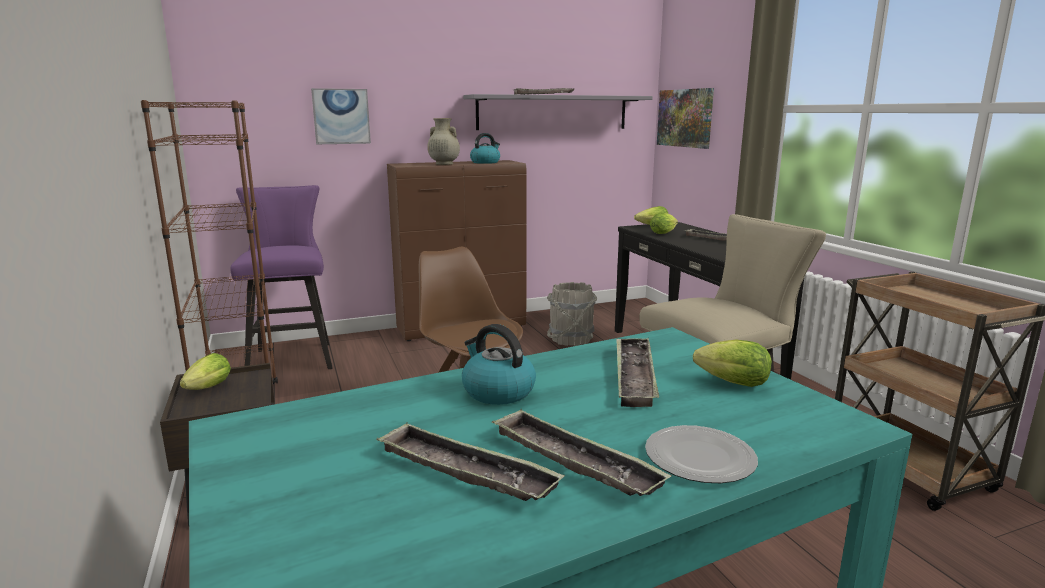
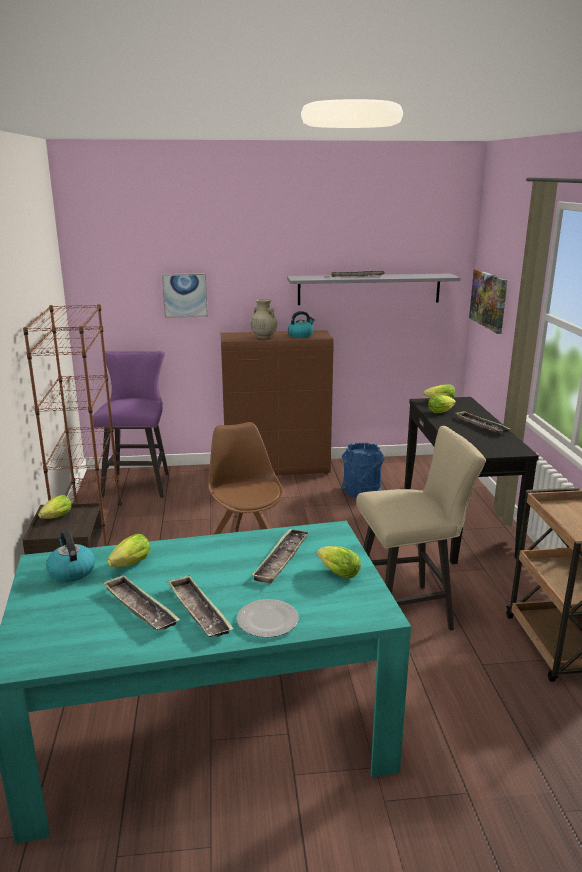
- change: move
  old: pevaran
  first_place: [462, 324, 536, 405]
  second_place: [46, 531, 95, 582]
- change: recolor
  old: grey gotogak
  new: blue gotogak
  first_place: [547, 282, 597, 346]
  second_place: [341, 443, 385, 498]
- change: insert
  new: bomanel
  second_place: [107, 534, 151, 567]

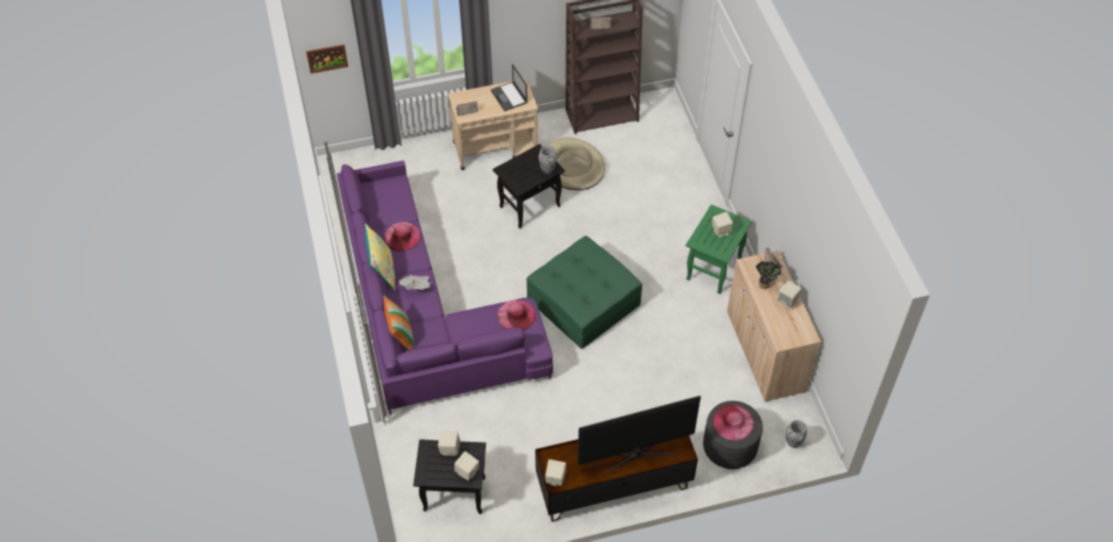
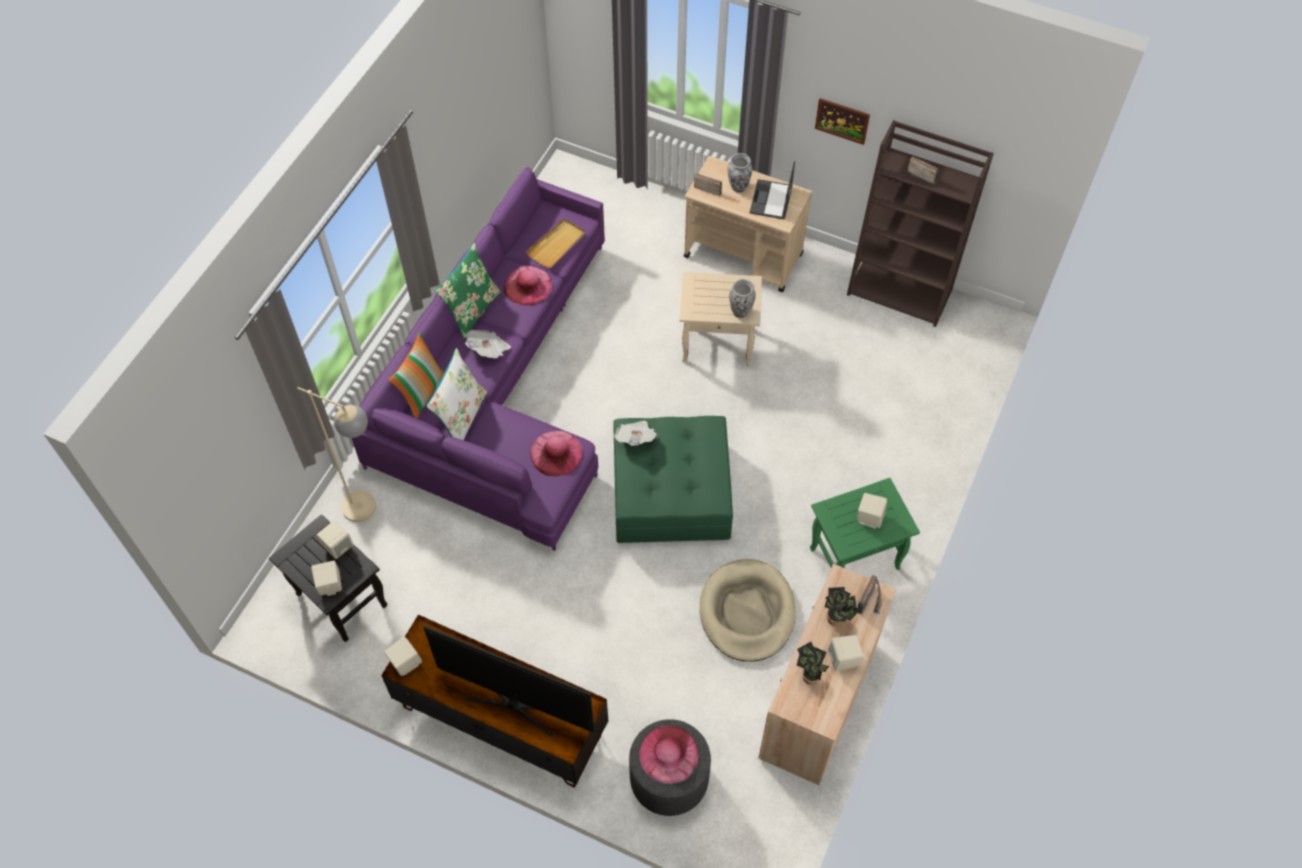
- change: move
  old: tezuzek
  first_place: [306, 45, 348, 74]
  second_place: [815, 98, 870, 145]
- change: recolor
  old: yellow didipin
  new: green didipin
  first_place: [365, 223, 395, 291]
  second_place: [435, 243, 501, 339]
- change: recolor
  old: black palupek
  new: beige palupek
  first_place: [493, 144, 565, 229]
  second_place: [679, 272, 762, 367]
- change: move
  old: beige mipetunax
  first_place: [547, 137, 605, 190]
  second_place: [700, 559, 796, 662]
- change: move
  old: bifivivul
  first_place: [786, 420, 807, 448]
  second_place: [727, 153, 752, 193]
- change: insert
  new: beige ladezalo
  second_place: [297, 387, 376, 522]
- change: insert
  new: white didipin
  second_place: [426, 348, 487, 440]
- change: insert
  new: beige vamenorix
  second_place: [526, 219, 585, 268]
- change: insert
  new: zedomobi
  second_place: [614, 421, 657, 446]
- change: insert
  new: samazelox
  second_place: [797, 642, 829, 685]

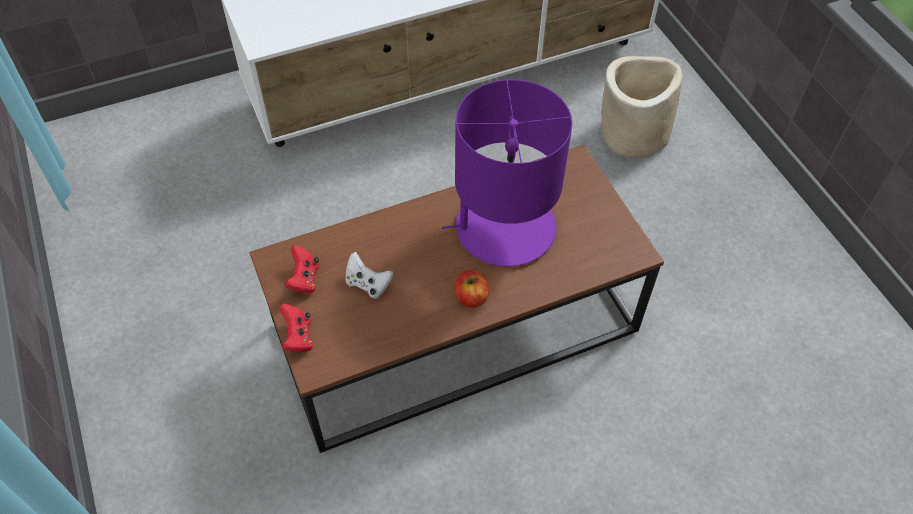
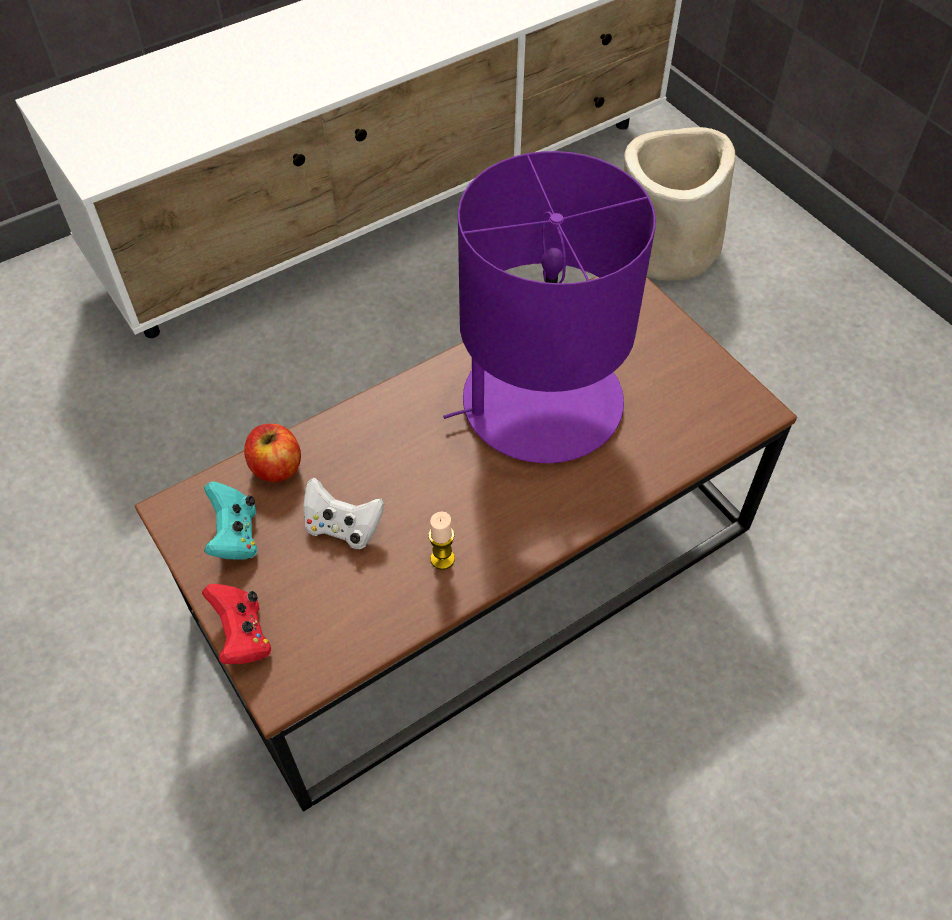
- change: recolor
  old: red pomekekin
  new: turquoise pomekekin
  first_place: [284, 245, 319, 294]
  second_place: [204, 482, 257, 560]
- change: move
  old: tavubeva
  first_place: [455, 270, 489, 308]
  second_place: [244, 424, 301, 482]
- change: insert
  new: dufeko
  second_place: [428, 511, 455, 570]

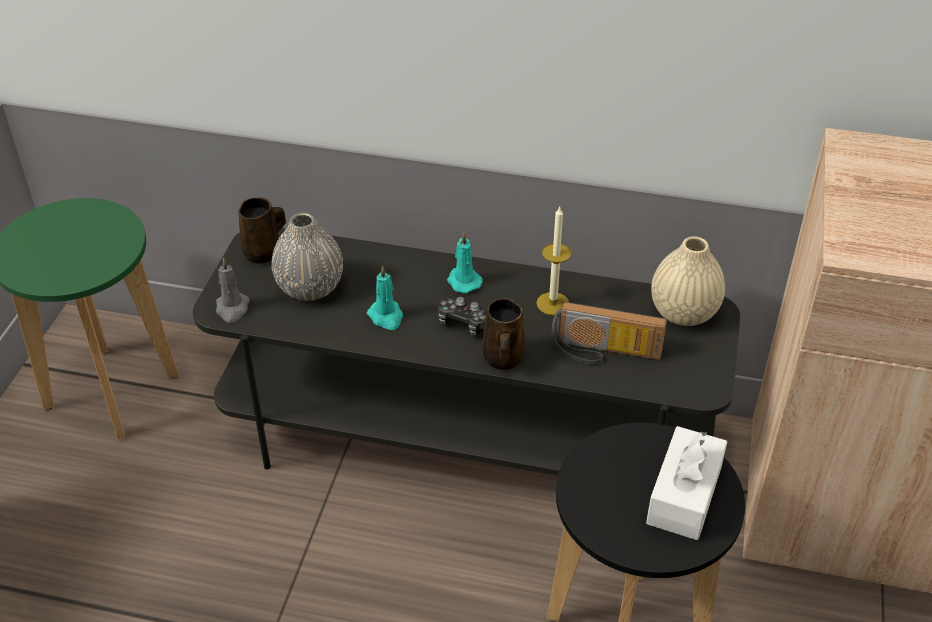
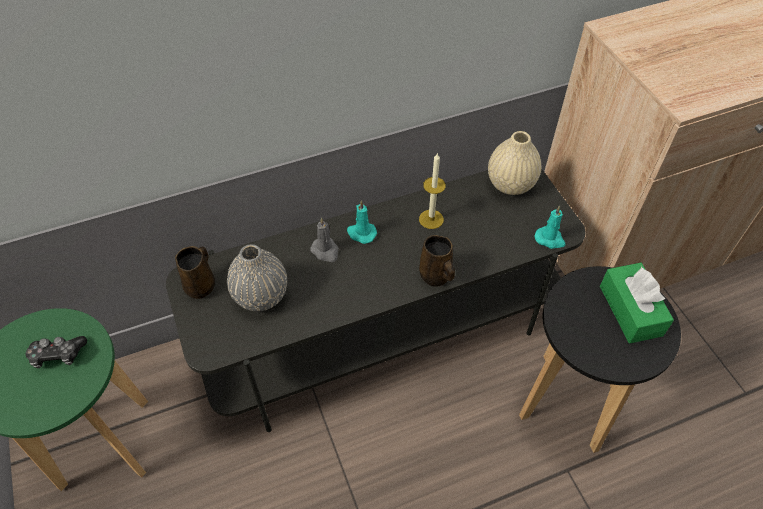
- change: move
  old: grey dufeko
  first_place: [216, 257, 250, 323]
  second_place: [310, 218, 339, 262]
- change: move
  old: turquoise dufeko
  first_place: [367, 265, 403, 330]
  second_place: [535, 206, 565, 249]
- change: move
  old: pomekekin
  first_place: [438, 297, 487, 336]
  second_place: [26, 336, 87, 368]
- change: delete
  old: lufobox
  first_place: [552, 302, 667, 365]
- change: recolor
  old: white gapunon
  new: green gapunon
  first_place: [646, 426, 727, 540]
  second_place: [600, 263, 674, 343]

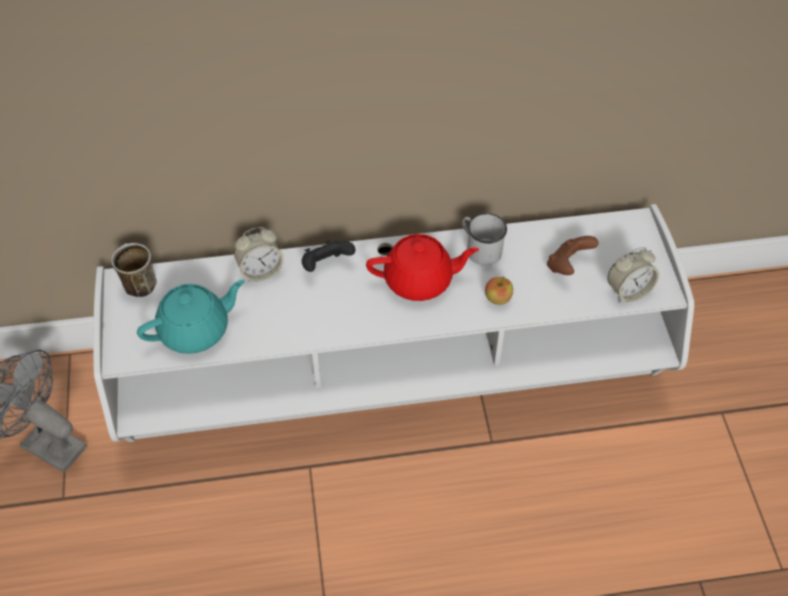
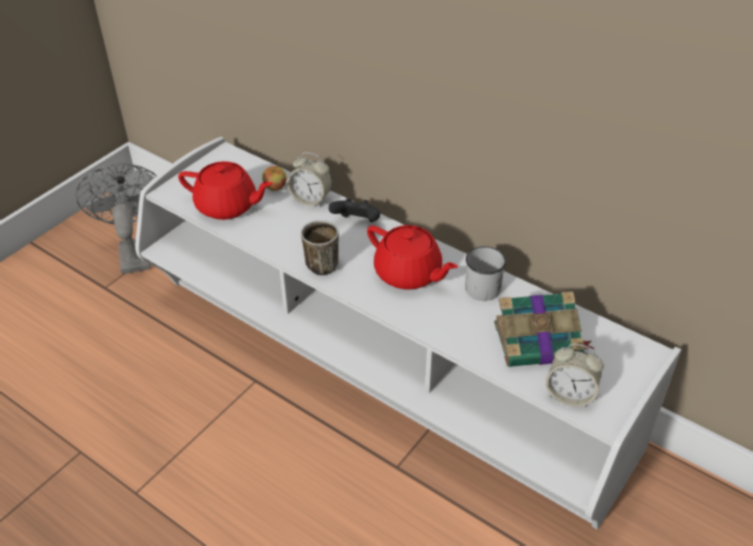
- change: move
  old: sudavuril
  first_place: [111, 243, 157, 297]
  second_place: [301, 220, 339, 275]
- change: recolor
  old: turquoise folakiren
  new: red folakiren
  first_place: [137, 280, 245, 354]
  second_place: [178, 161, 273, 220]
- change: move
  old: tavubeva
  first_place: [485, 277, 513, 305]
  second_place: [262, 165, 287, 191]
- change: replace
  old: brown pomekekin
  new: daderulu
  first_place: [547, 236, 599, 275]
  second_place: [494, 291, 595, 367]

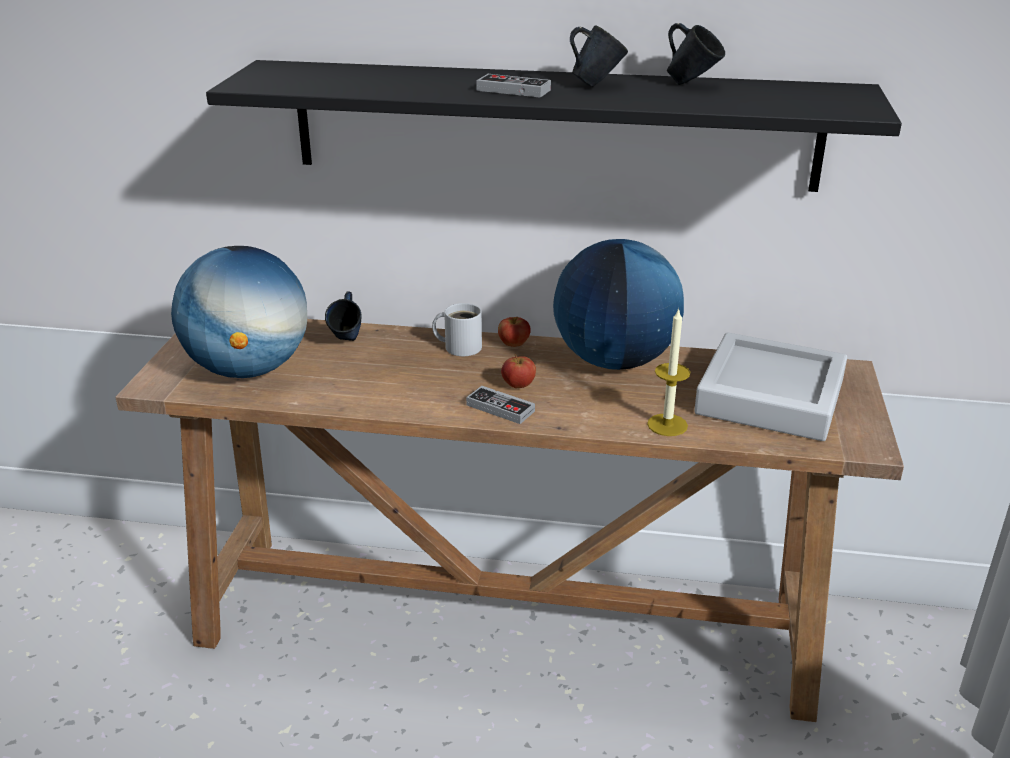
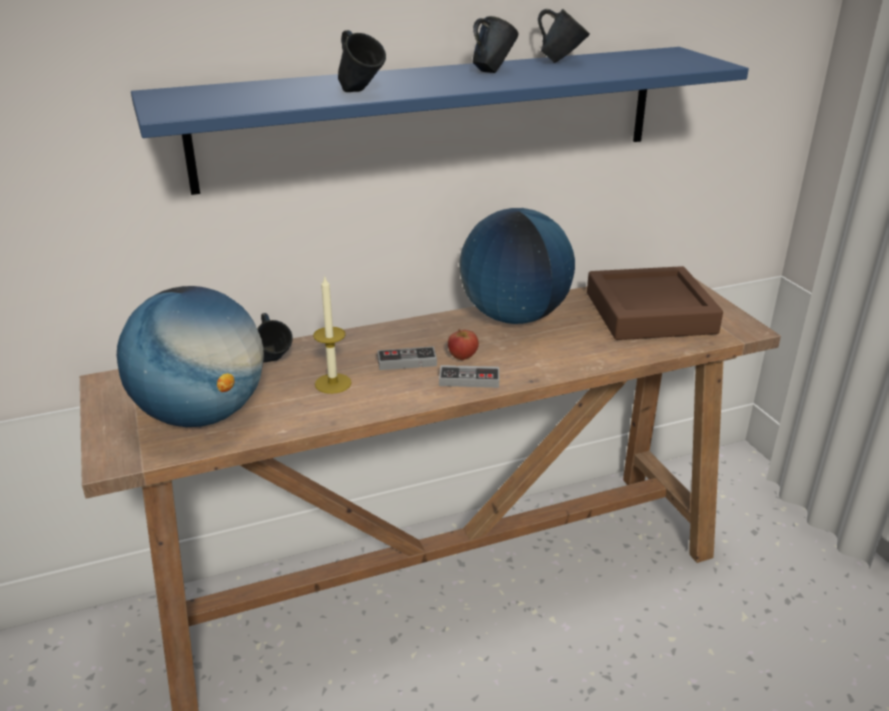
- change: recolor
  old: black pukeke
  new: blue pukeke
  first_place: [206, 60, 902, 192]
  second_place: [131, 47, 749, 195]
- change: delete
  old: white sudavuril
  first_place: [432, 303, 482, 356]
- change: move
  old: pomekekin
  first_place: [476, 74, 551, 98]
  second_place: [377, 346, 437, 370]
- change: delete
  old: tavubeva
  first_place: [498, 317, 531, 347]
- change: move
  old: dufeko
  first_place: [647, 308, 690, 436]
  second_place: [313, 275, 352, 394]
- change: recolor
  old: grey vamenorix
  new: brown vamenorix
  first_place: [694, 332, 847, 441]
  second_place: [587, 266, 723, 340]
- change: insert
  new: blue sudavuril
  second_place: [338, 30, 386, 92]

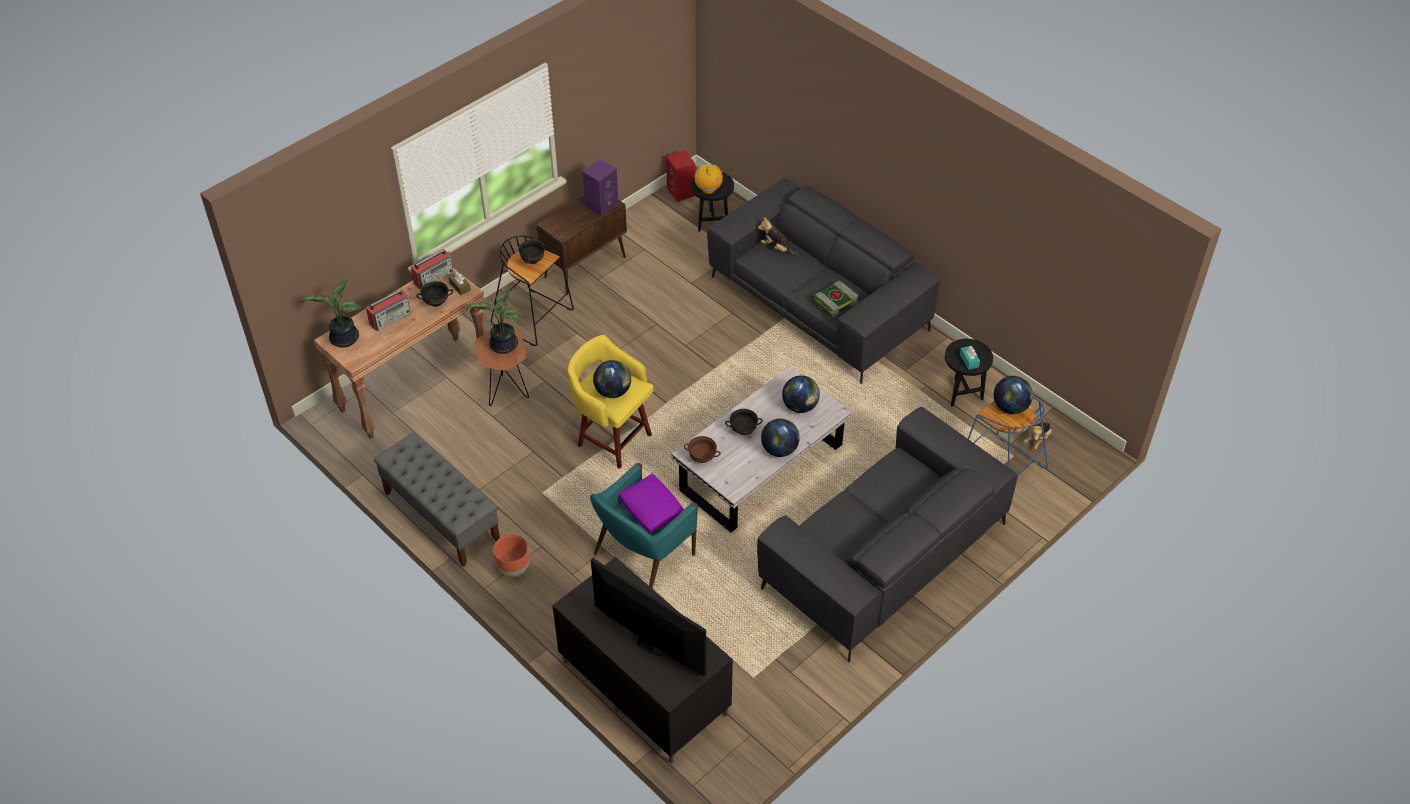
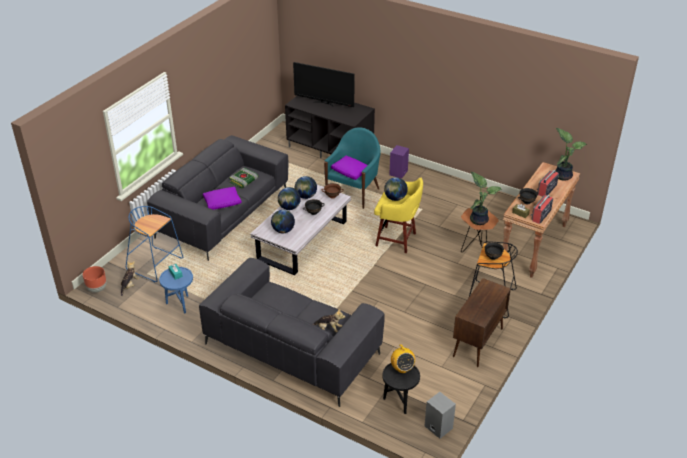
- change: delete
  old: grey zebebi
  first_place: [374, 432, 500, 567]
- change: move
  old: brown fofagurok
  first_place: [493, 534, 529, 577]
  second_place: [83, 266, 106, 293]
- change: move
  old: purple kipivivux
  first_place: [582, 159, 619, 216]
  second_place: [389, 145, 409, 179]
- change: recolor
  old: red kipivivux
  new: grey kipivivux
  first_place: [666, 150, 696, 202]
  second_place: [425, 392, 456, 439]
- change: move
  old: daderulu
  first_place: [812, 280, 859, 317]
  second_place: [229, 168, 259, 188]
- change: recolor
  old: black palupek
  new: blue palupek
  first_place: [945, 339, 993, 406]
  second_place: [159, 267, 193, 314]
- change: move
  old: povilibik
  first_place: [994, 376, 1033, 414]
  second_place: [295, 176, 317, 199]
- change: insert
  new: purple didipin
  second_place: [203, 187, 242, 210]

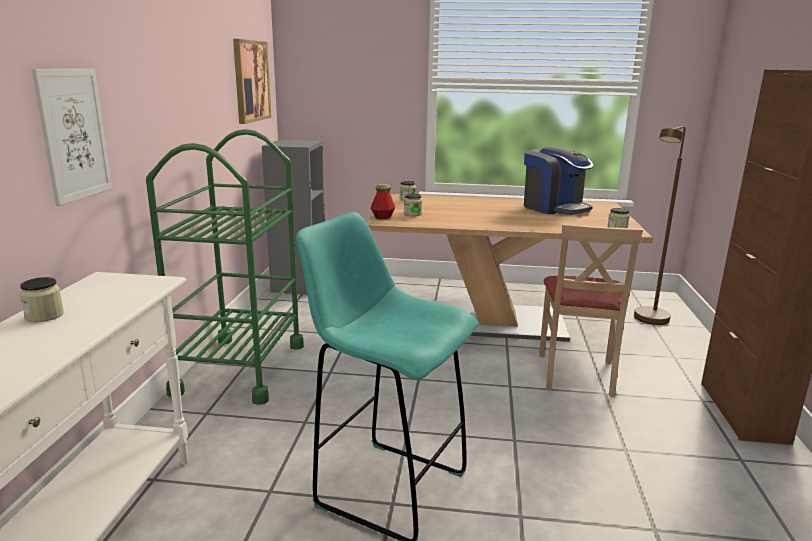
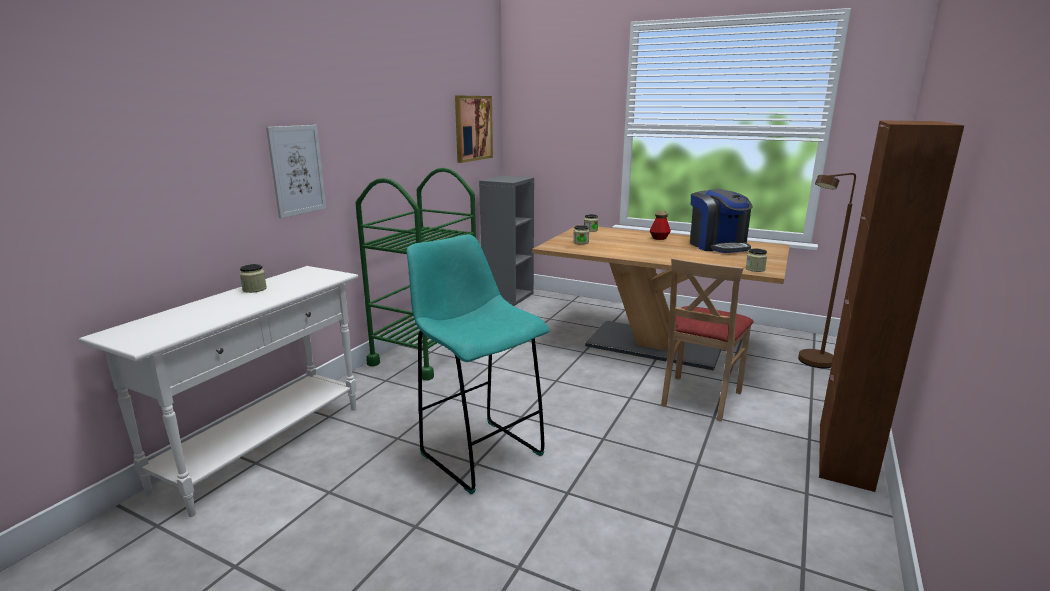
- change: move
  old: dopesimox
  first_place: [370, 184, 396, 219]
  second_place: [649, 211, 671, 240]

